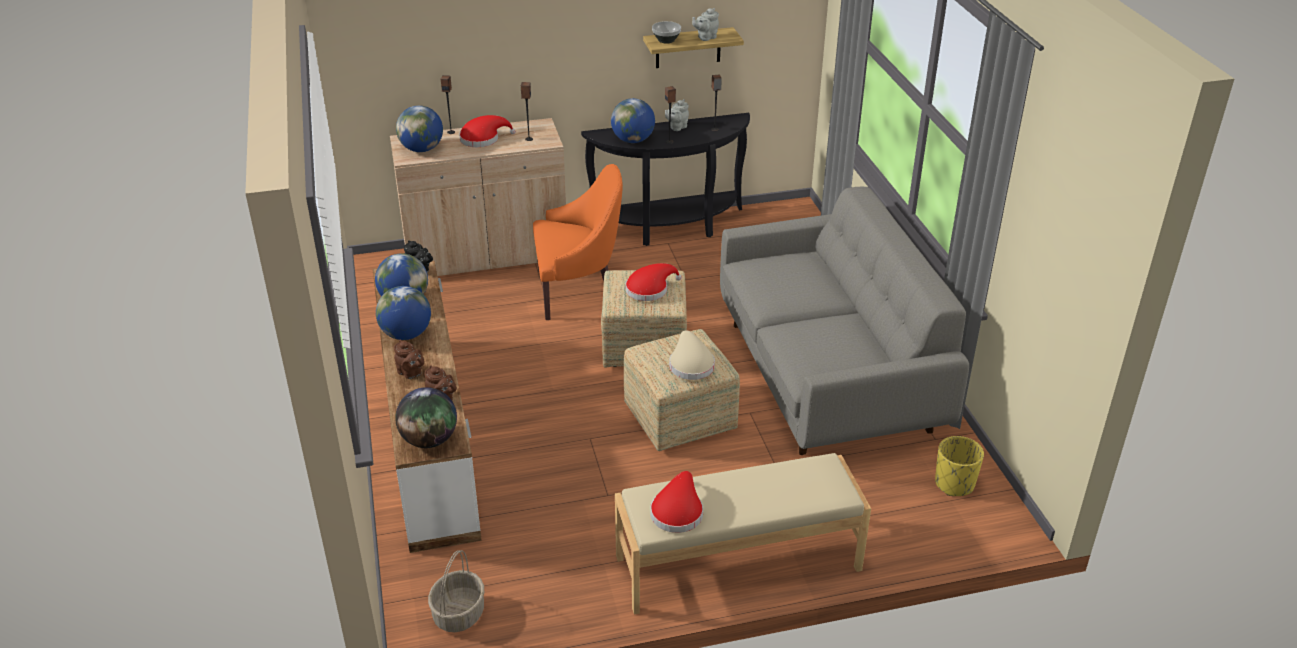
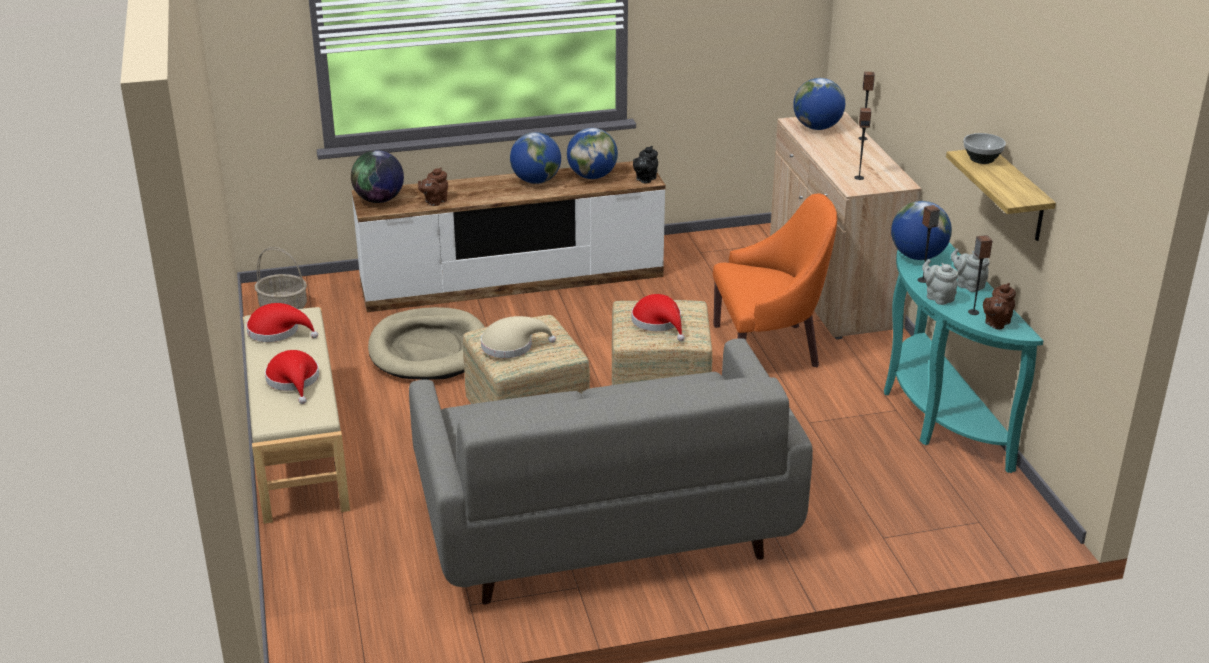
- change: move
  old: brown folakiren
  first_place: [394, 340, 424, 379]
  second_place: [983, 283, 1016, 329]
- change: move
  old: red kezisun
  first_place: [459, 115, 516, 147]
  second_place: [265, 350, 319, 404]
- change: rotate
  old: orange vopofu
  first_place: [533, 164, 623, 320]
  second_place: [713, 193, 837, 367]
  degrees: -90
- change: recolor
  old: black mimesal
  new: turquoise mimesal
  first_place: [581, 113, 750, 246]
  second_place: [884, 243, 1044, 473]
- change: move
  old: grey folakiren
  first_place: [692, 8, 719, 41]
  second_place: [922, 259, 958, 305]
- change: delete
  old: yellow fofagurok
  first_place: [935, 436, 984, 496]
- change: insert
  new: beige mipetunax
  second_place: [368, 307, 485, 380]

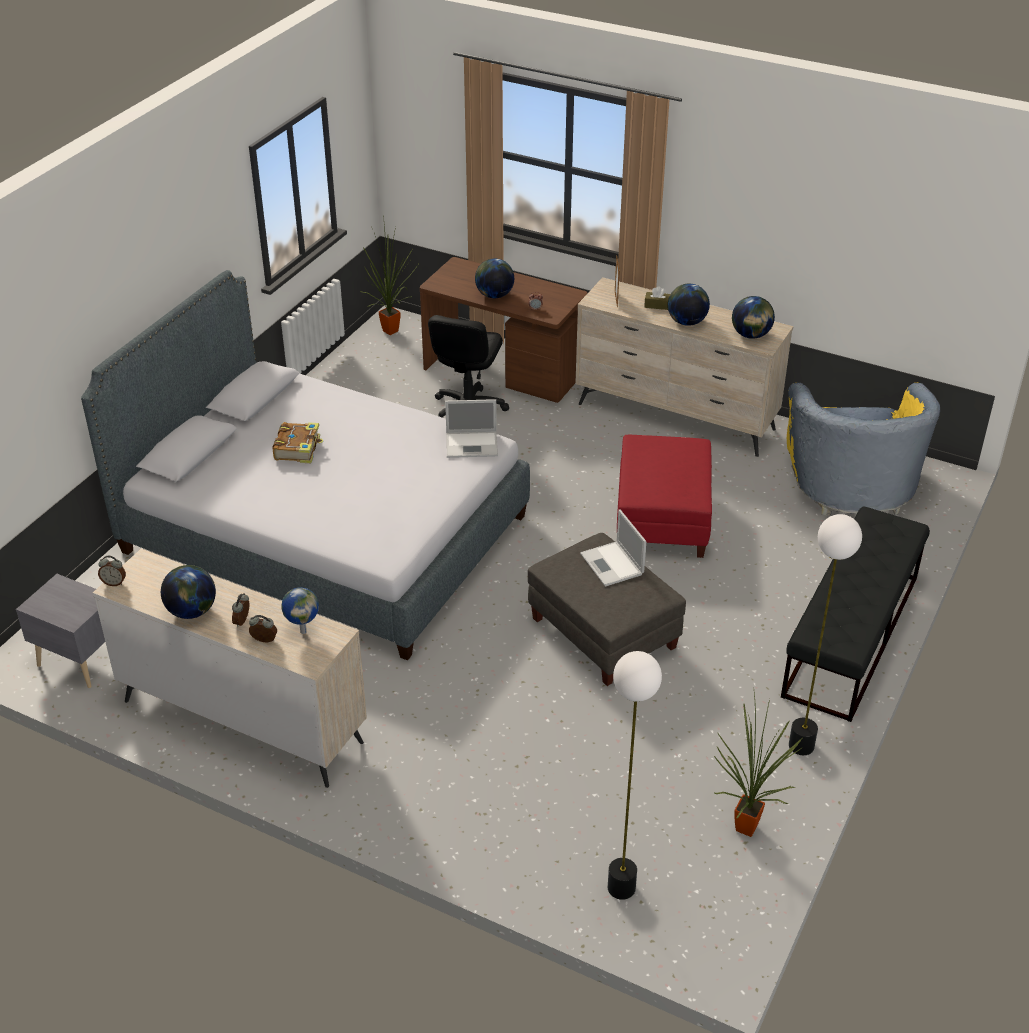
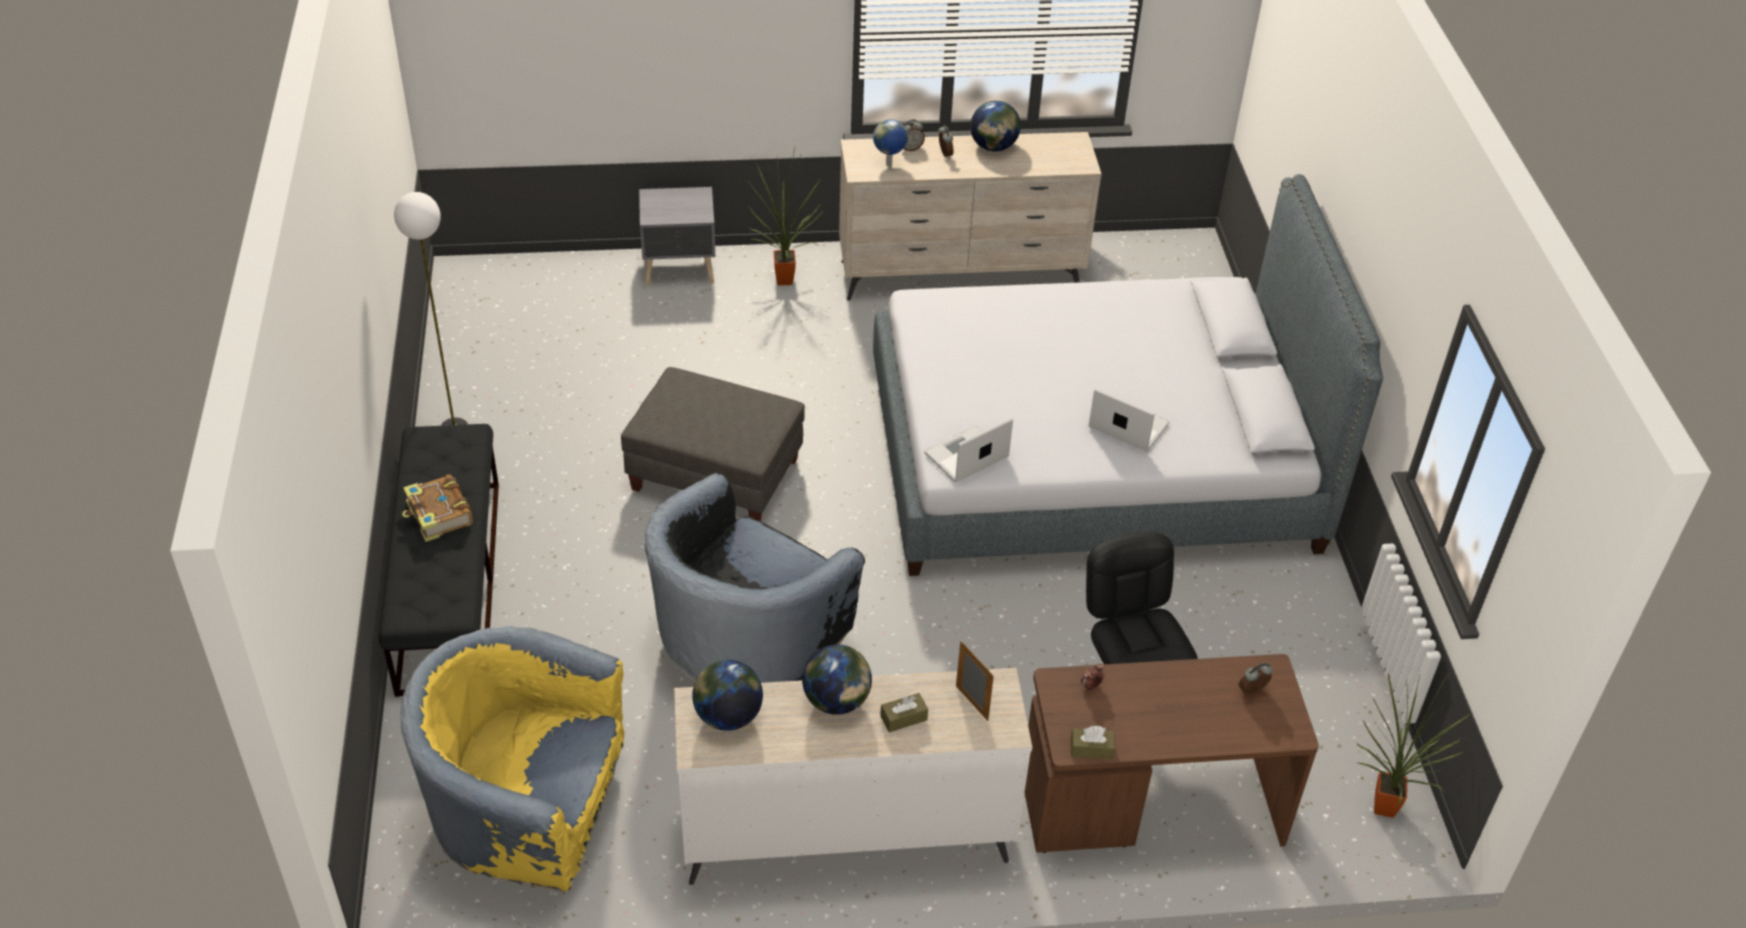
- change: move
  old: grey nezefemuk
  first_place: [16, 574, 105, 688]
  second_place: [639, 187, 716, 286]
- change: move
  old: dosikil
  first_place: [98, 556, 126, 586]
  second_place: [1238, 663, 1272, 695]
- change: move
  old: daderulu
  first_place: [273, 422, 323, 463]
  second_place: [402, 475, 473, 542]
- change: delete
  old: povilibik
  first_place: [475, 258, 514, 298]
- change: move
  old: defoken
  first_place: [580, 510, 646, 587]
  second_place: [1089, 388, 1169, 452]
- change: delete
  old: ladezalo
  first_place: [608, 651, 662, 900]
- change: replace
  old: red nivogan
  new: black vopofu
  first_place: [617, 435, 712, 558]
  second_place: [645, 473, 865, 683]
- change: move
  old: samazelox
  first_place: [714, 692, 803, 837]
  second_place: [747, 144, 822, 285]
- change: rotate
  old: yellow vopofu
  first_place: [787, 383, 940, 516]
  second_place: [401, 626, 625, 894]
  degrees: -45
- change: insert
  new: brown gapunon
  second_place: [1071, 726, 1115, 759]

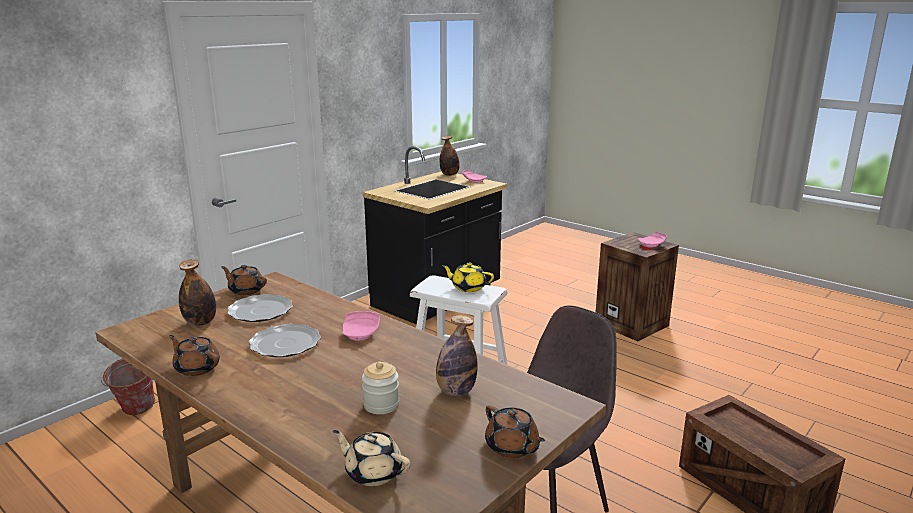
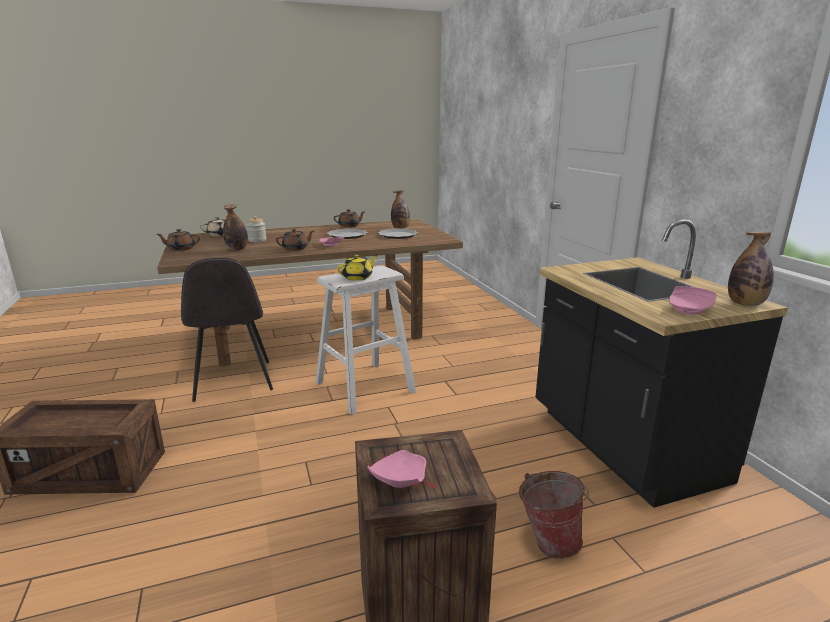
- change: move
  old: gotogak
  first_place: [101, 358, 155, 415]
  second_place: [519, 471, 589, 559]
- change: move
  old: brown folakiren
  first_place: [221, 265, 267, 295]
  second_place: [276, 229, 314, 251]

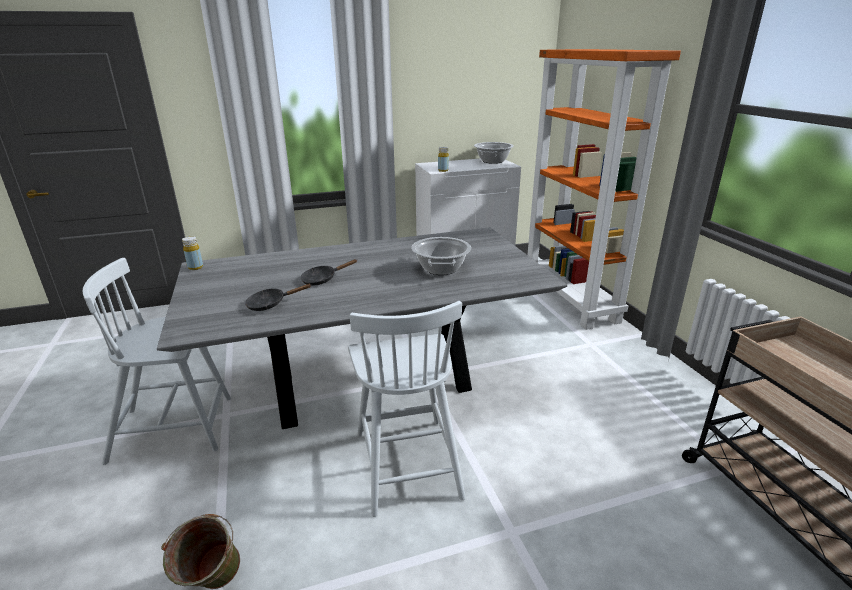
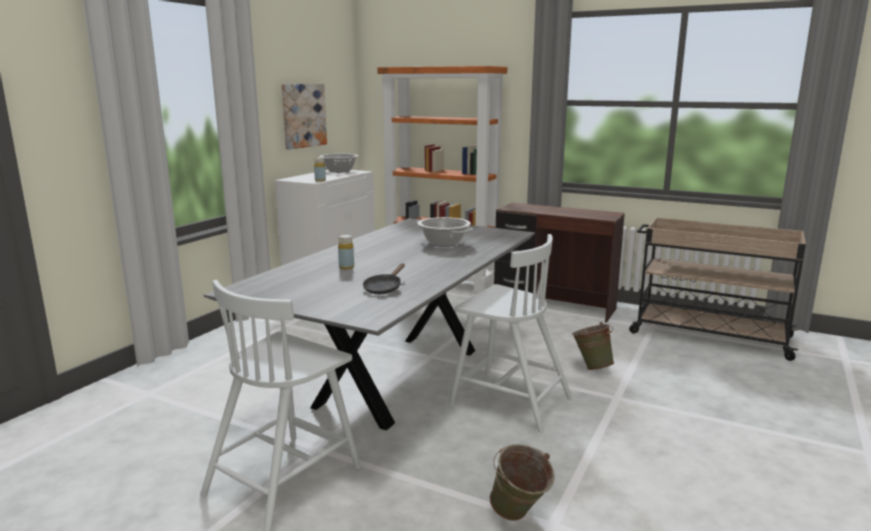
- change: move
  old: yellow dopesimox
  first_place: [182, 236, 203, 270]
  second_place: [338, 235, 354, 269]
- change: delete
  old: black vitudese
  first_place: [300, 259, 357, 286]
- change: insert
  new: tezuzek
  second_place: [281, 84, 327, 149]
- change: insert
  new: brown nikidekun
  second_place: [494, 203, 625, 323]
- change: insert
  new: green gotogak
  second_place: [572, 322, 614, 370]

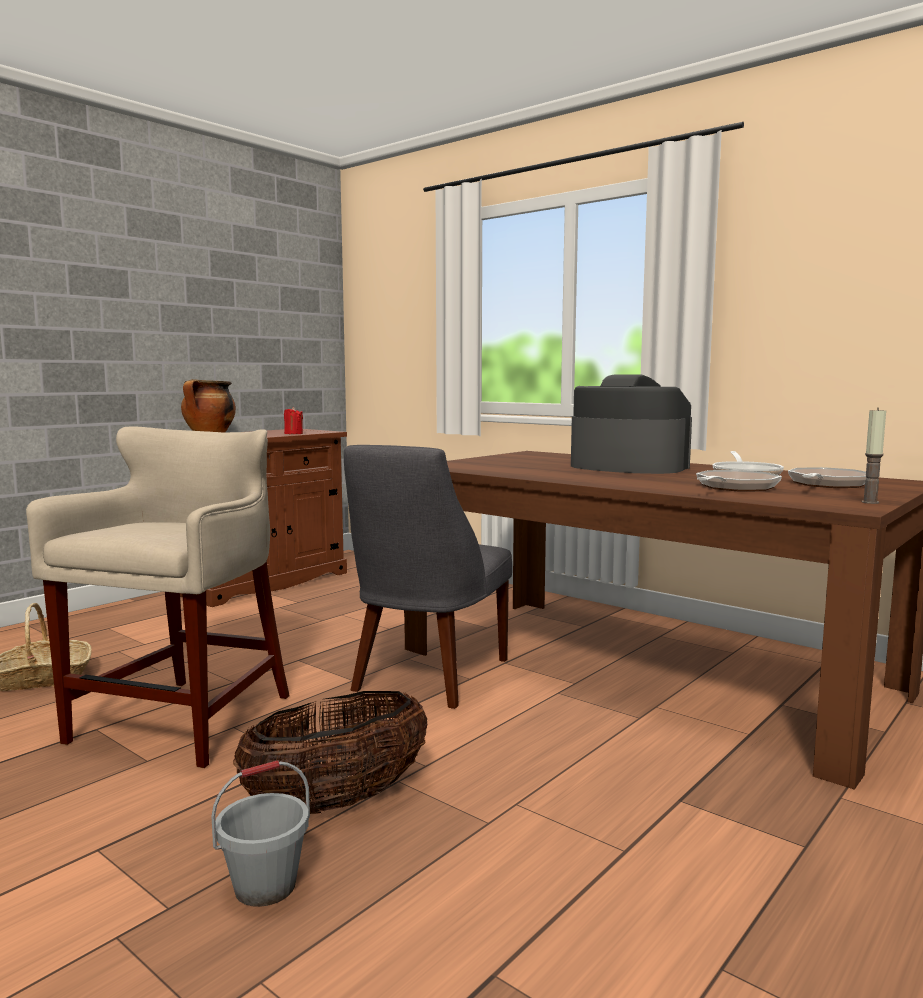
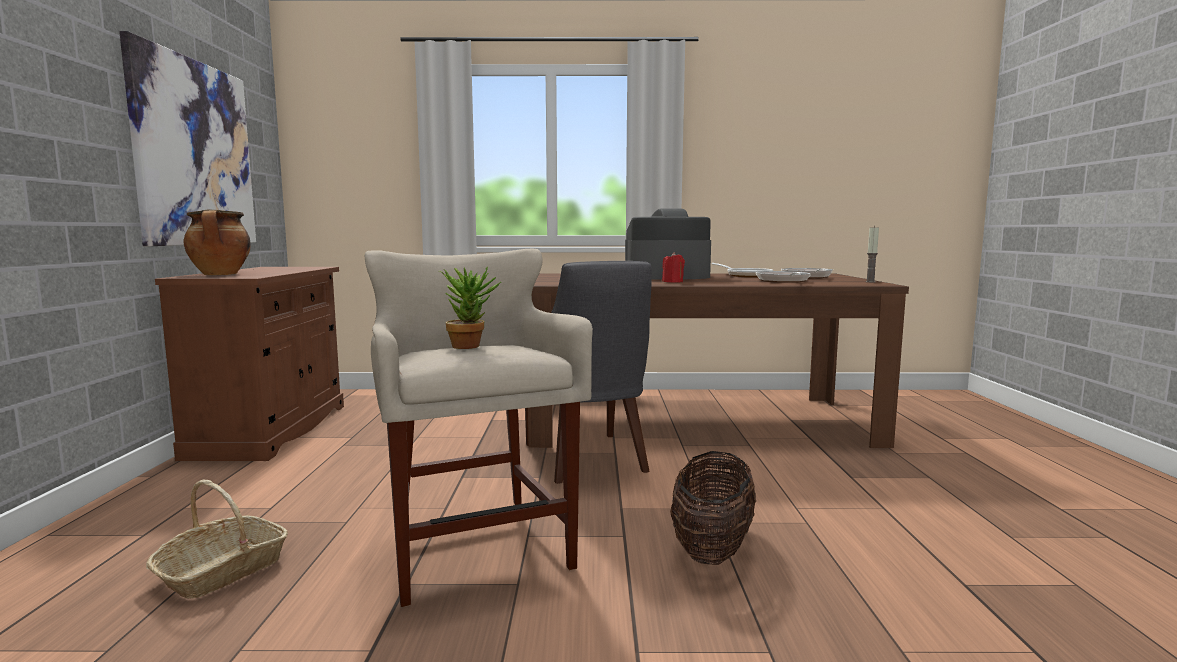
- change: delete
  old: grey gotogak
  first_place: [211, 760, 310, 907]
- change: move
  old: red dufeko
  first_place: [284, 407, 303, 434]
  second_place: [662, 252, 685, 283]
- change: insert
  new: tezuzek
  second_place: [119, 31, 256, 246]
- change: insert
  new: samazelox
  second_place: [439, 267, 501, 349]

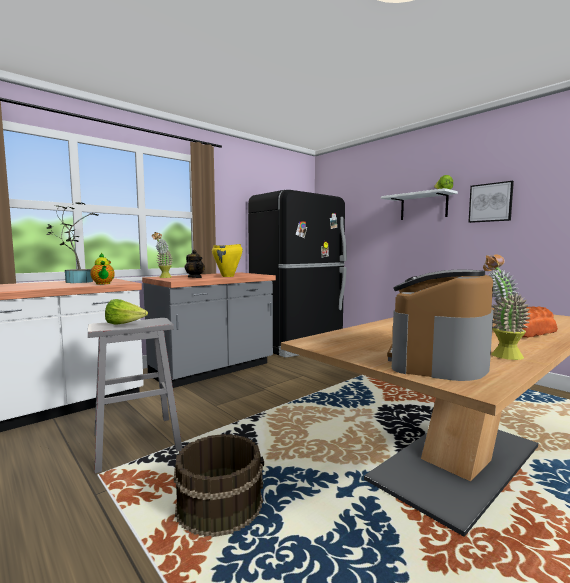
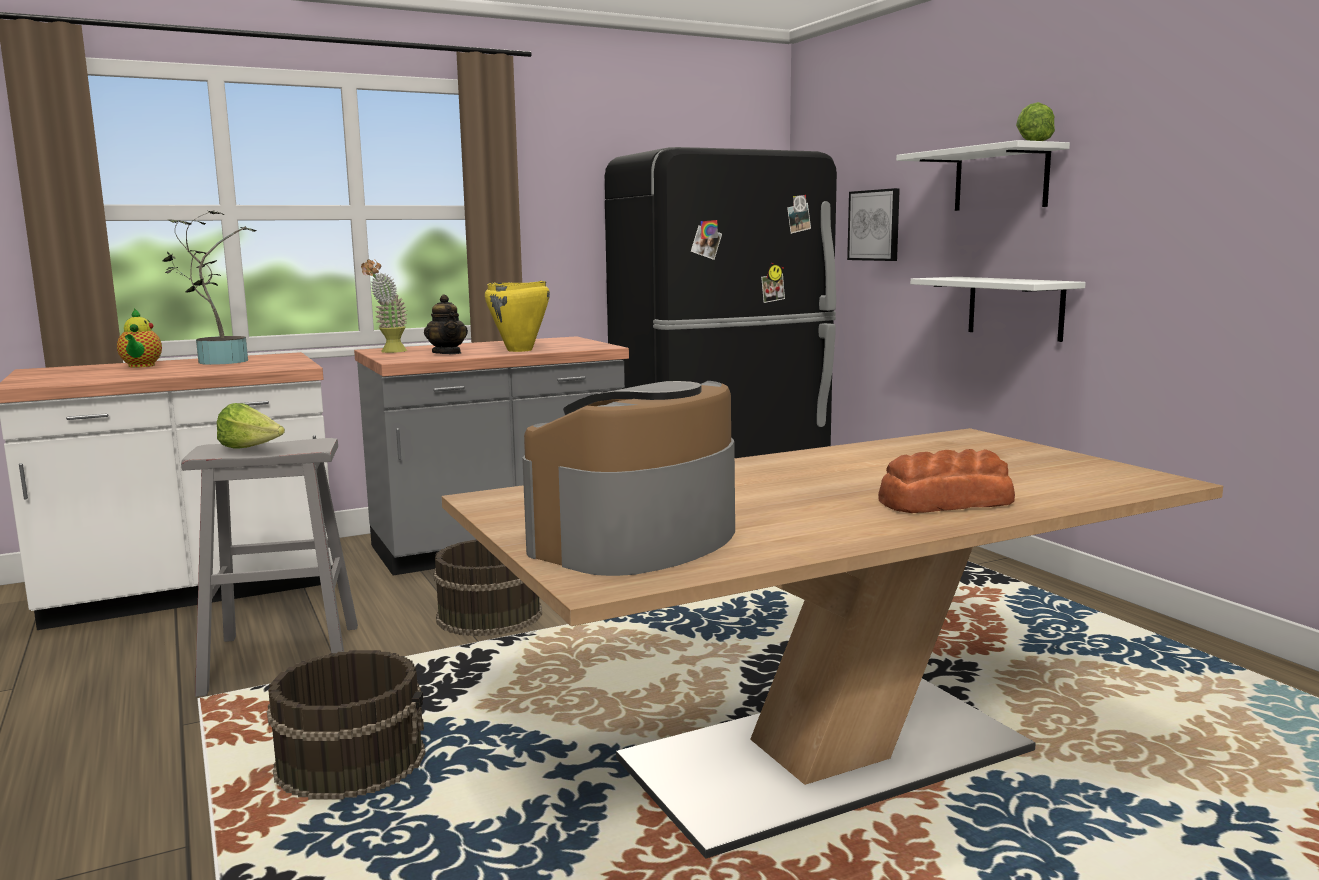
- change: move
  old: folakiren
  first_place: [90, 253, 115, 284]
  second_place: [117, 308, 162, 367]
- change: move
  old: tezuzek
  first_place: [468, 181, 514, 223]
  second_place: [847, 188, 900, 261]
- change: delete
  old: samazelox
  first_place: [483, 254, 531, 360]
- change: insert
  new: brown gotogak
  second_place: [433, 539, 542, 637]
- change: insert
  new: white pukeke
  second_place: [910, 277, 1086, 342]

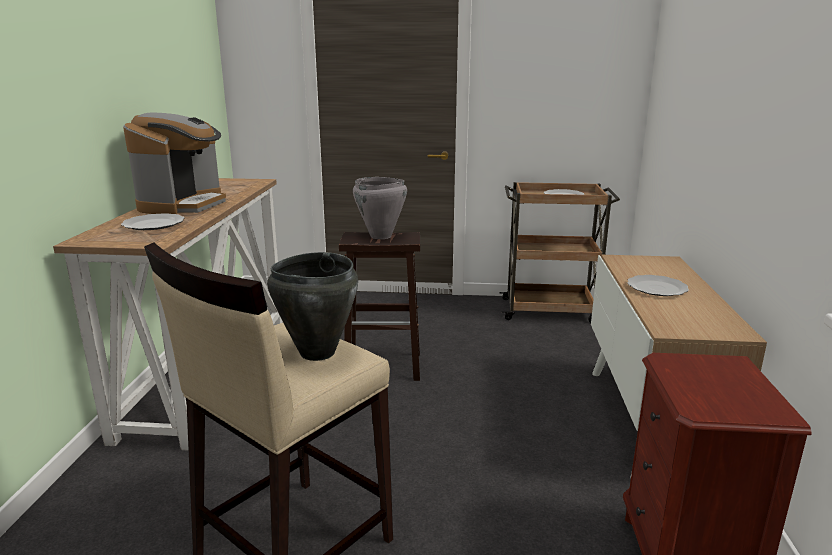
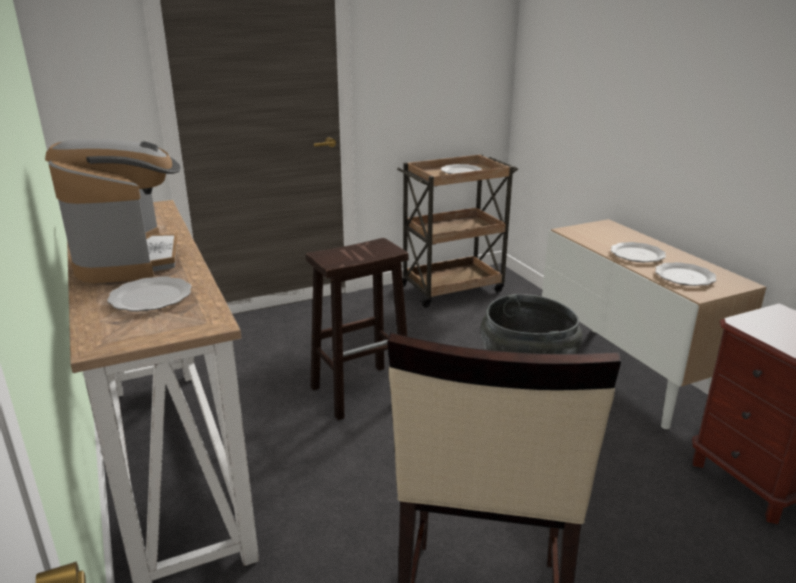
- change: delete
  old: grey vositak
  first_place: [353, 177, 407, 239]
- change: insert
  new: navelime
  second_place: [655, 262, 717, 286]

